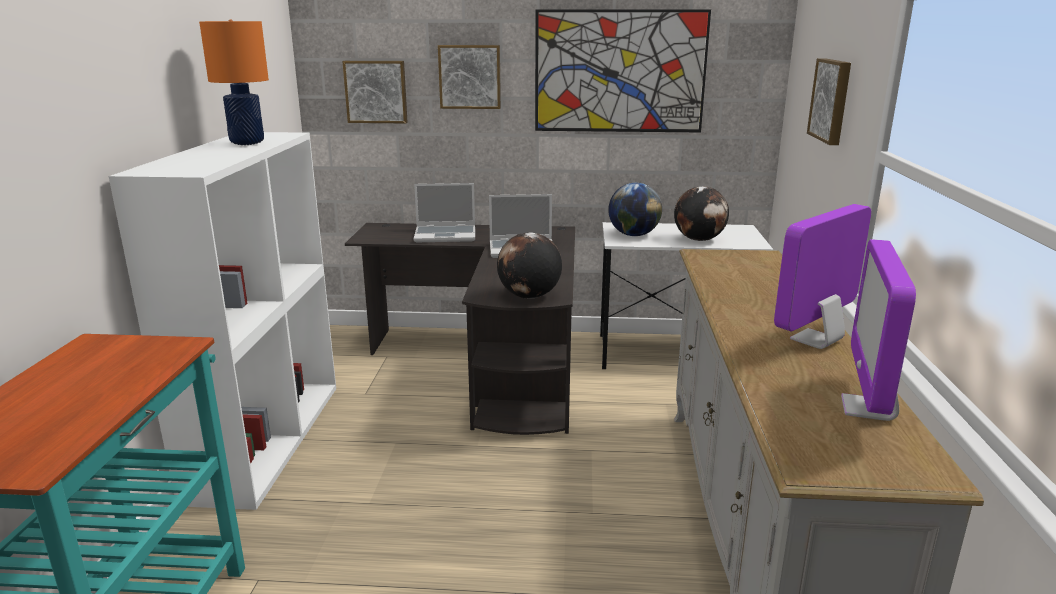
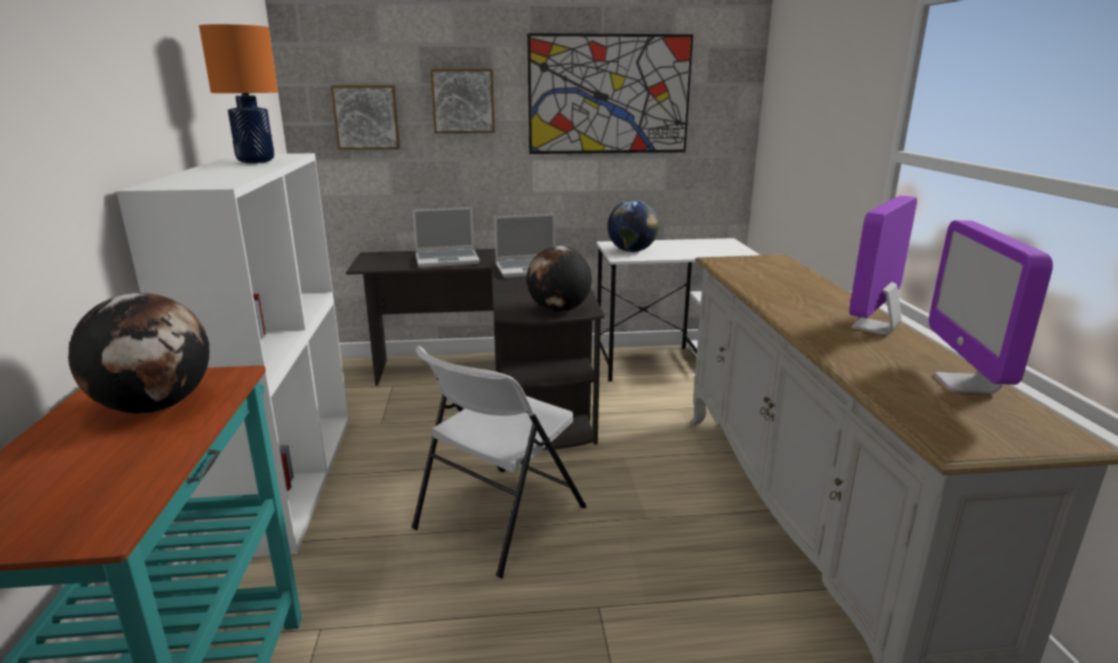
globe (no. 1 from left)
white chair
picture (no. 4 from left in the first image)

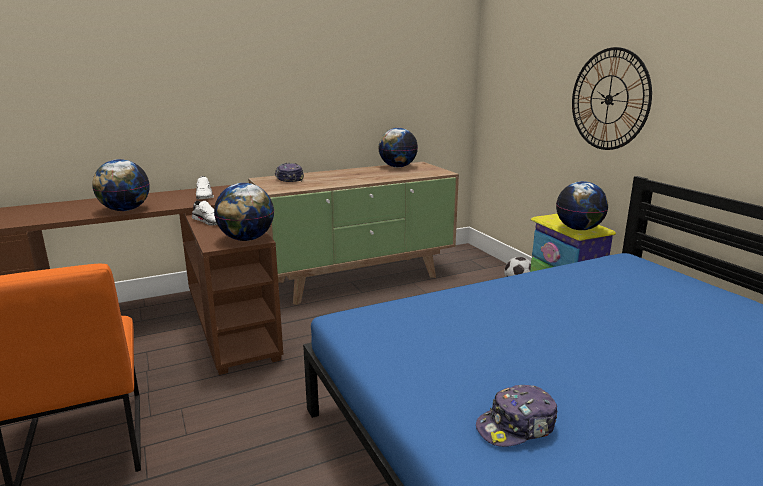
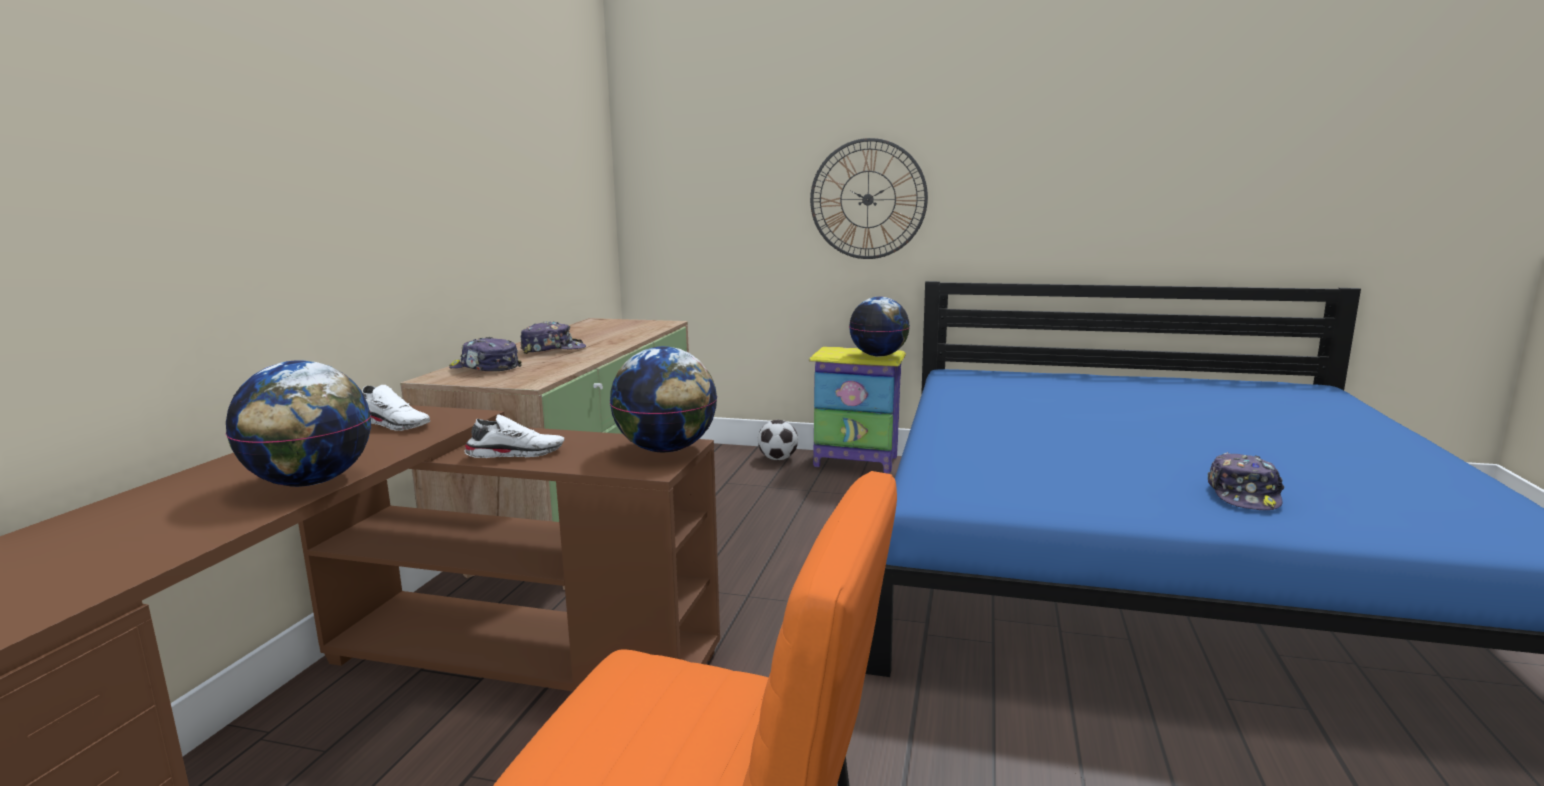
cap (no. 2 from left)
globe (no. 3 from left in the first image)

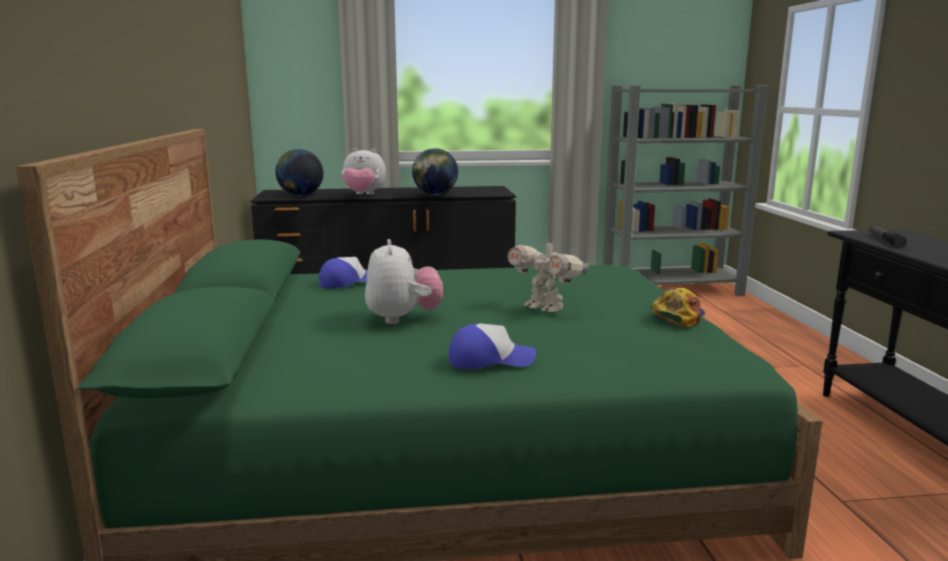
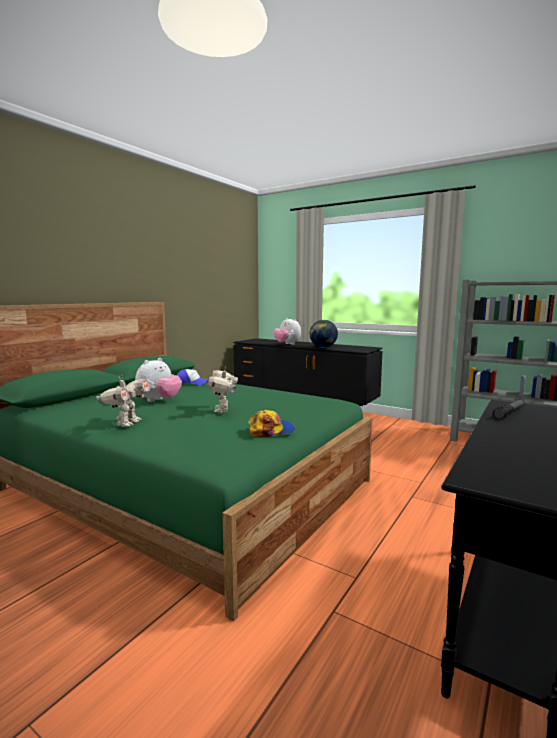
toy robot (no. 1 from left)
globe (no. 1 from left in the first image)

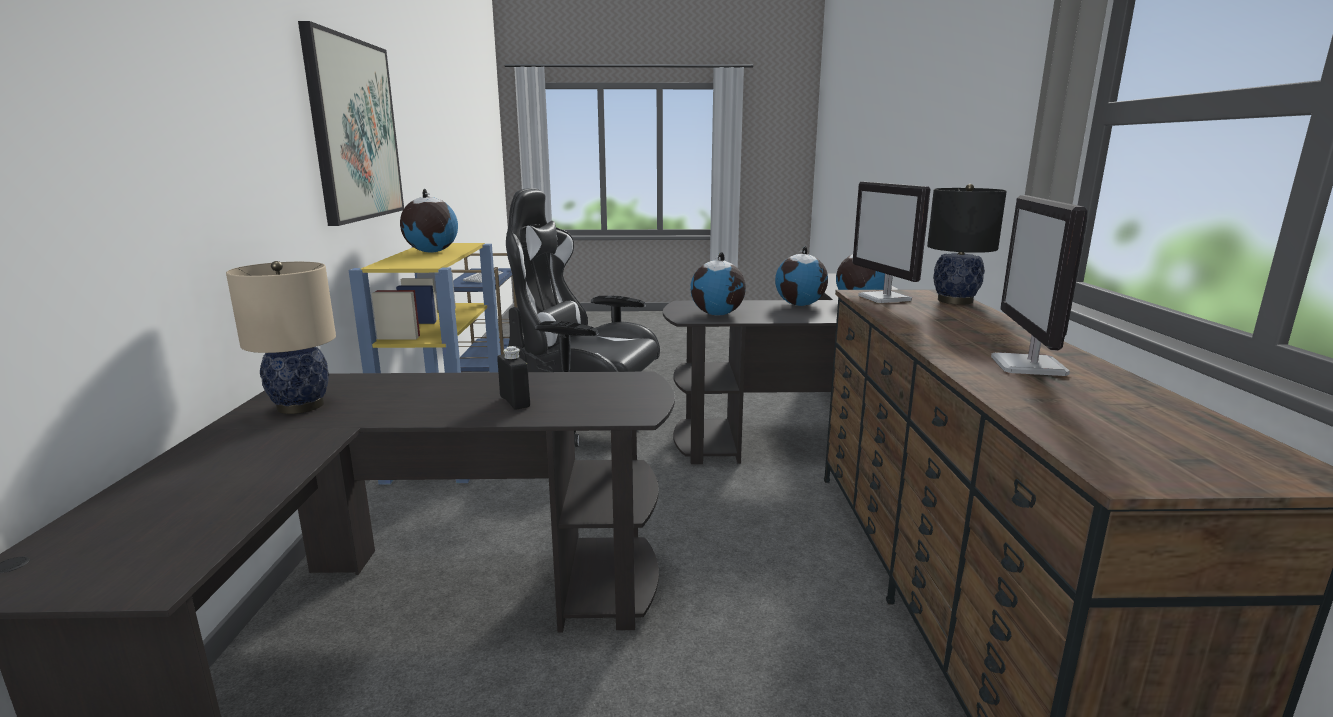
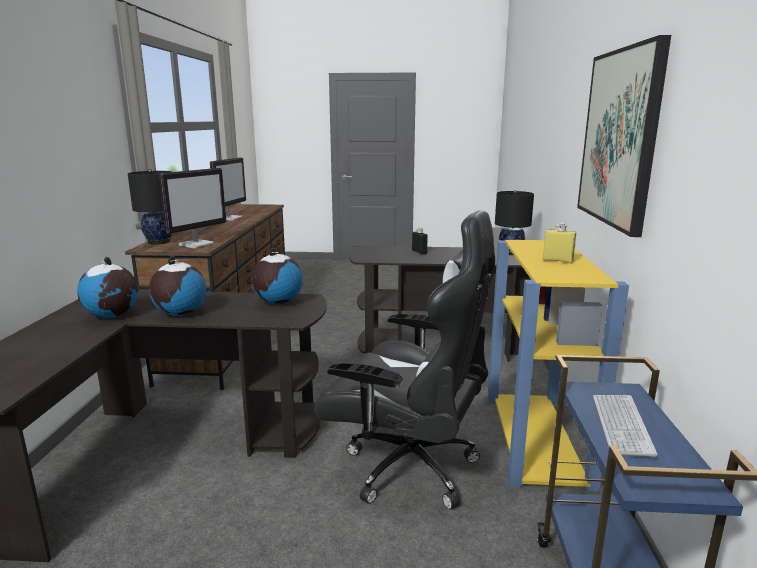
monitor (no. 1 from left)
black table lamp (no. 2 from left)
yellow bottle

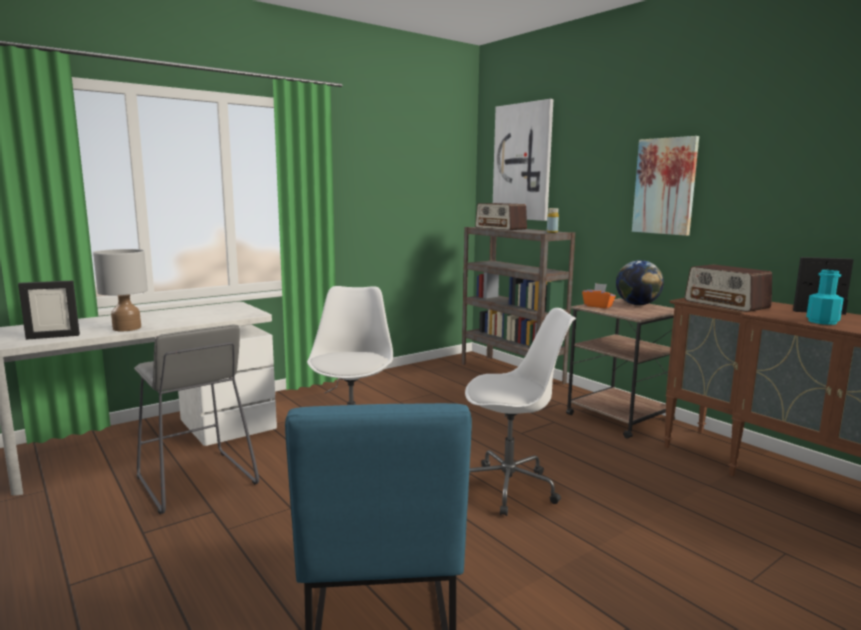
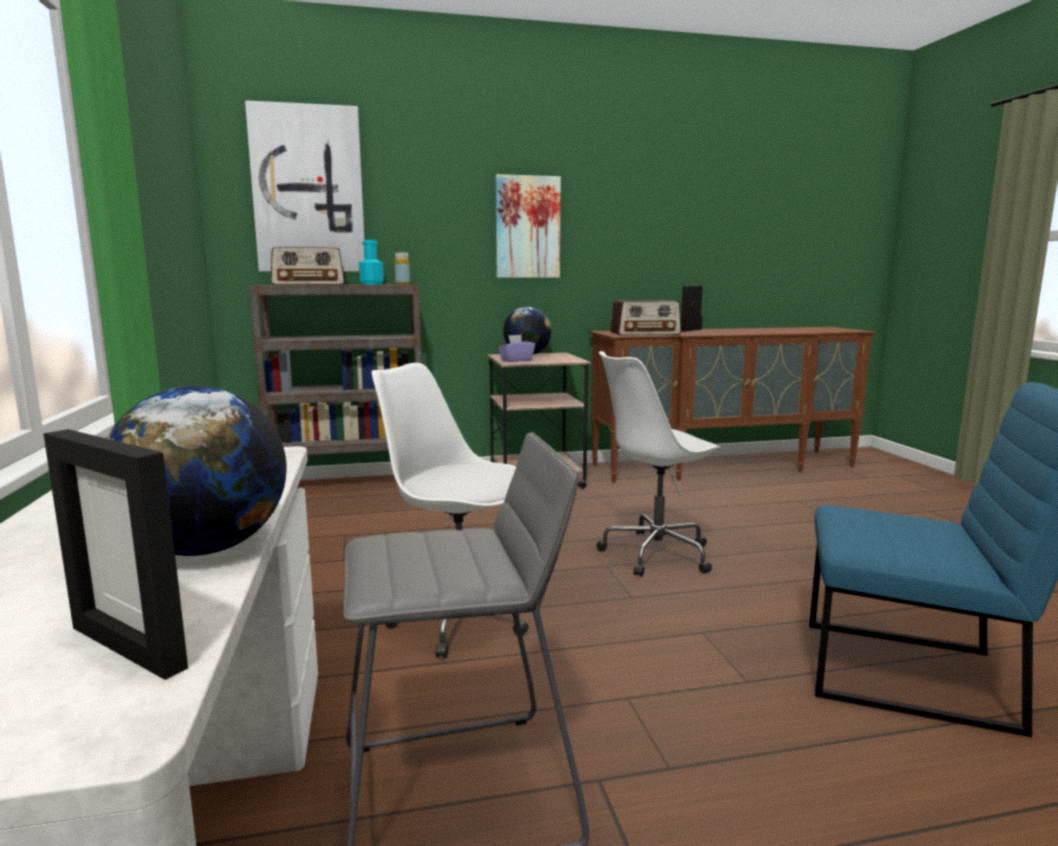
picture frame (no. 1 from left)
globe (no. 1 from left)
turquoise bottle
purple tissue box
white office chair (no. 2 from left)

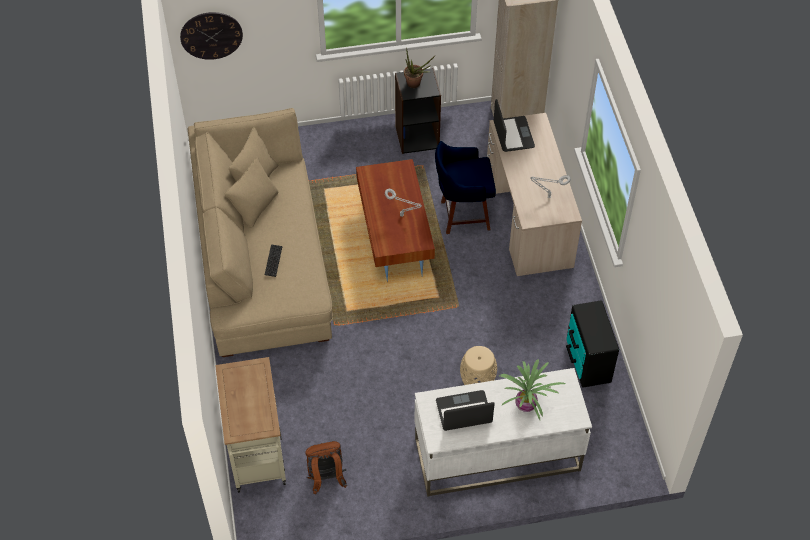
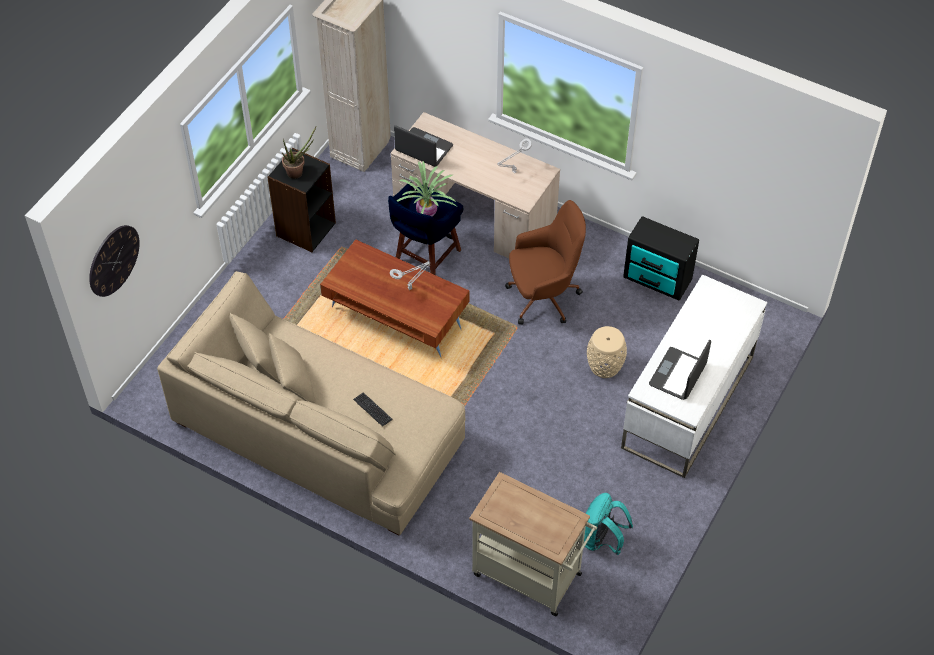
potted plant (no. 2 from left)
brown office chair
turquoise backpack

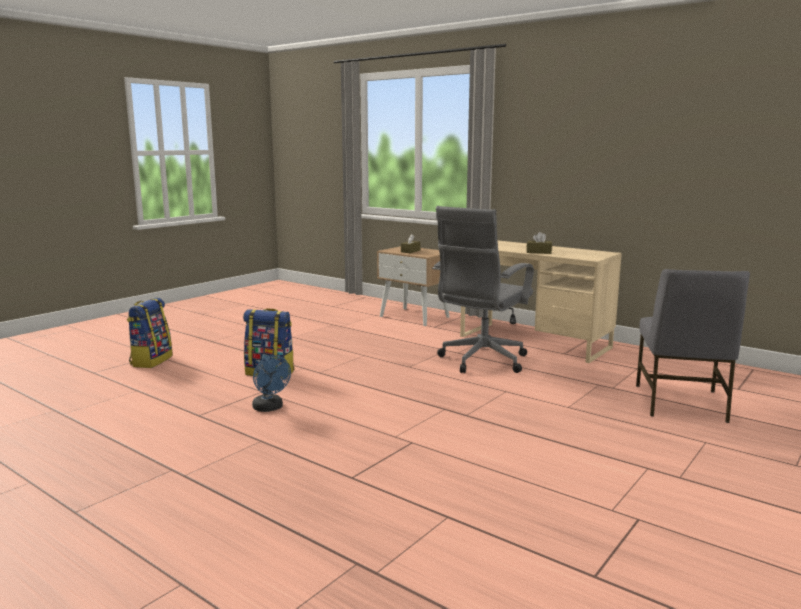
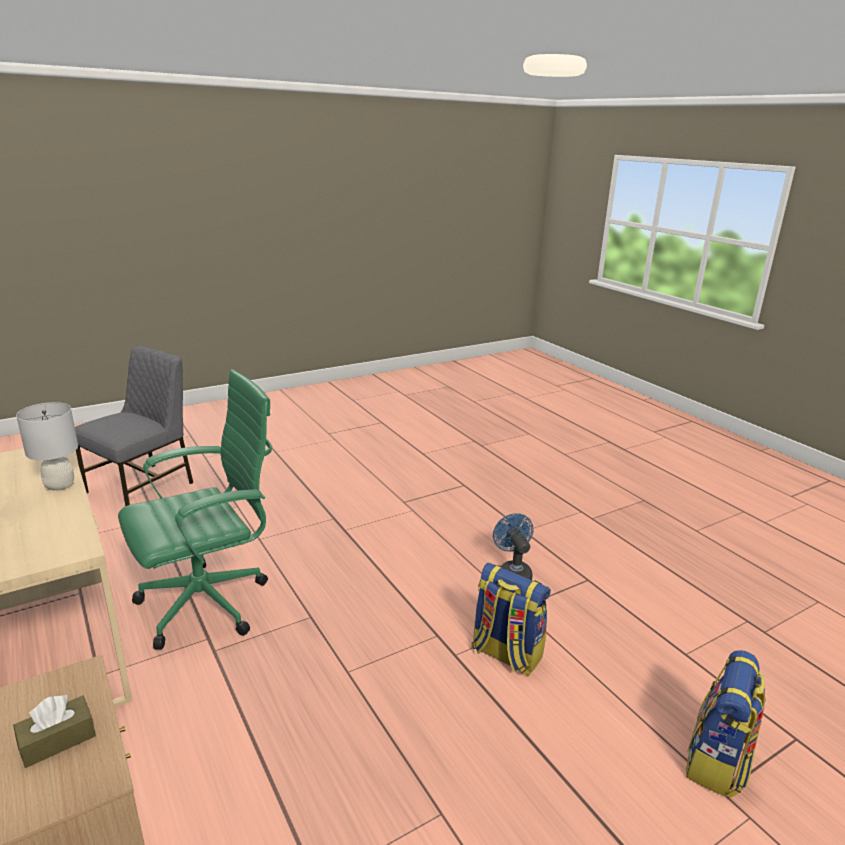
grey table lamp
green office chair

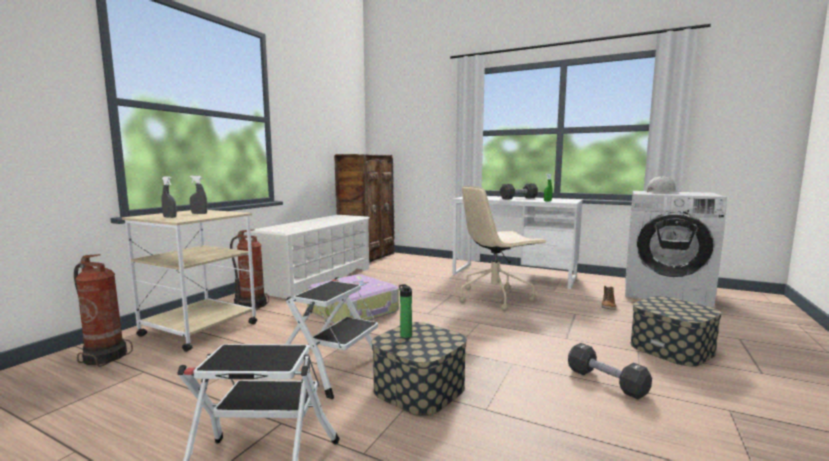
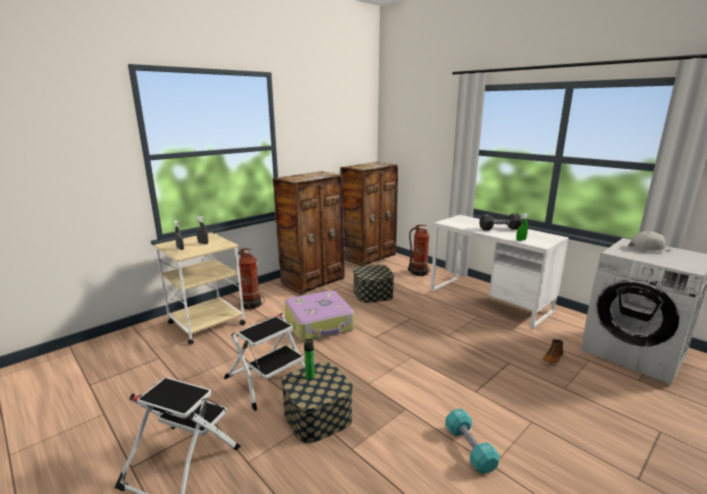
brown cabinet (no. 1 from left)
storage box (no. 2 from left)
fire extinguisher (no. 2 from left)
turquoise dumbbell
beige office chair

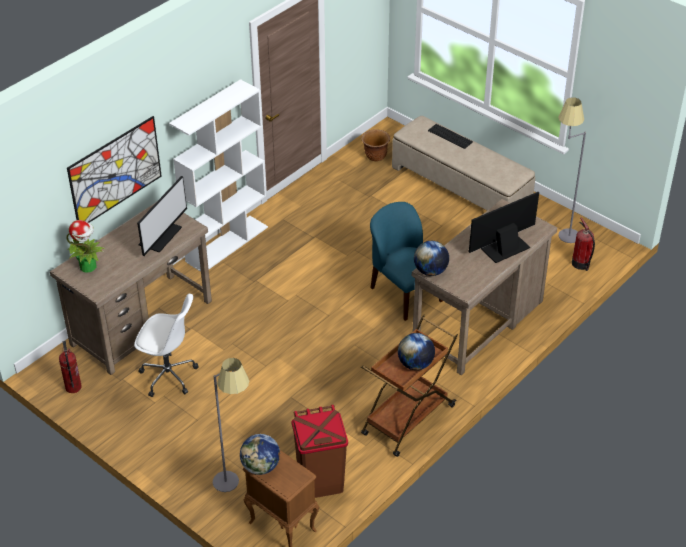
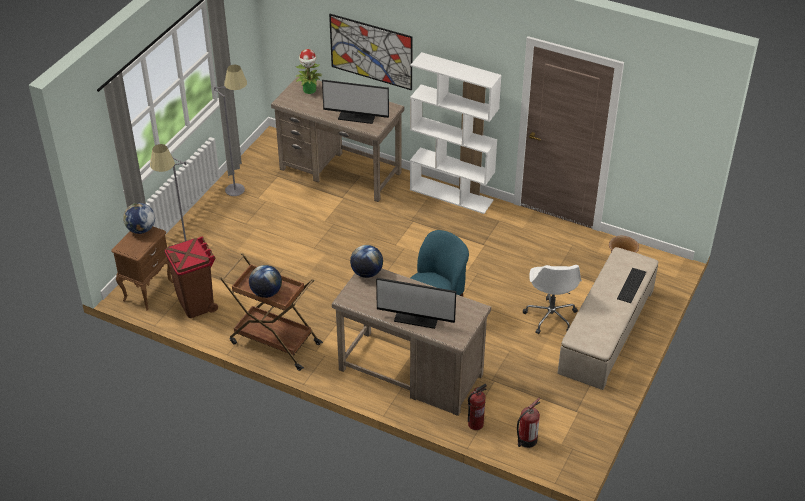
grey floor lamp (no. 2 from left)
monitor (no. 2 from left)
fire extinguisher (no. 1 from left)
white office chair

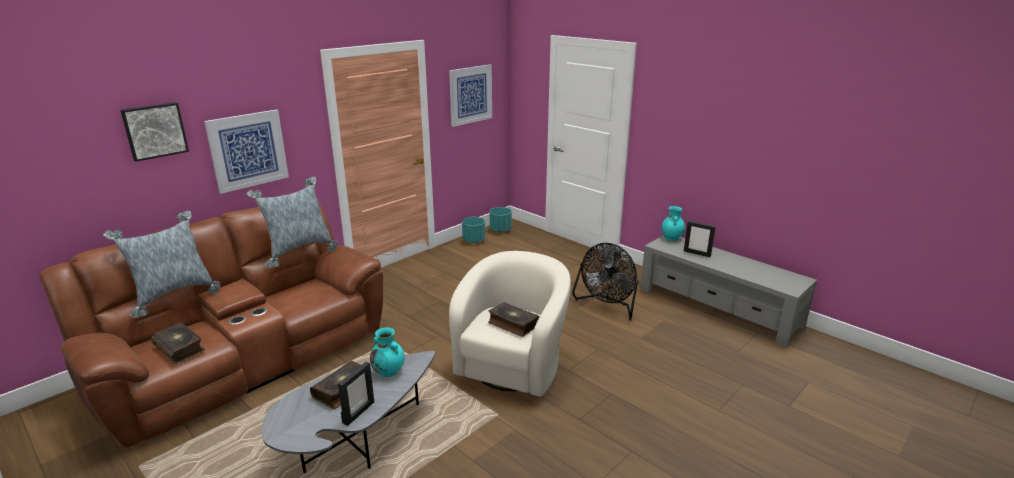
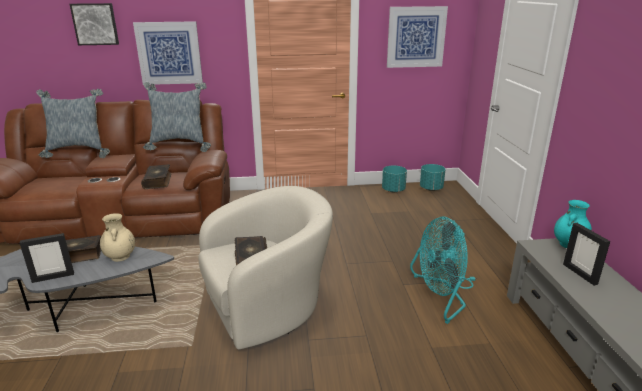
beige vase
book (no. 2 from left)
turquoise fan

